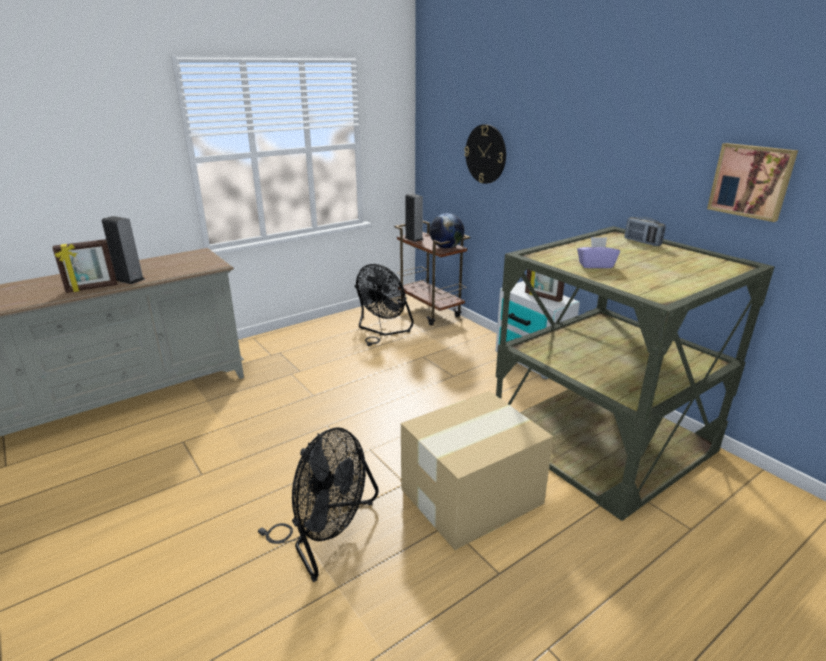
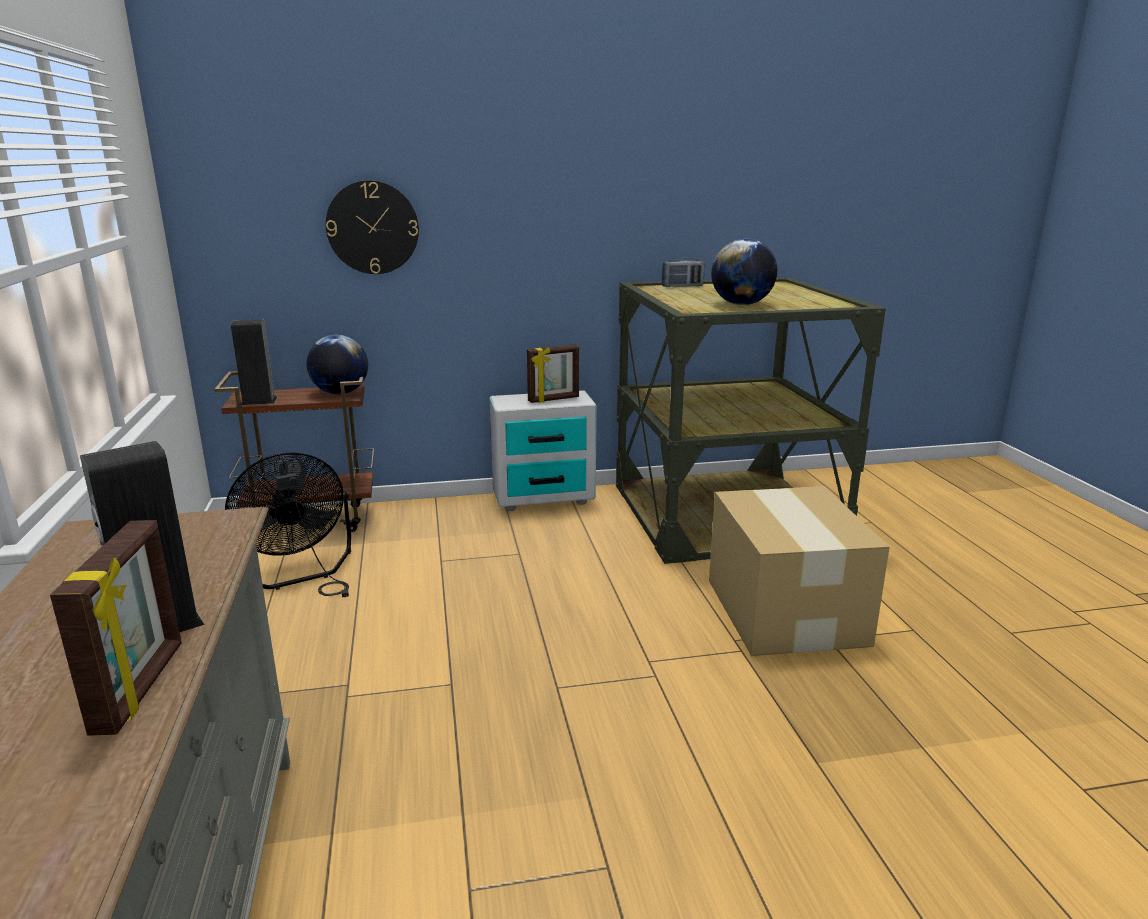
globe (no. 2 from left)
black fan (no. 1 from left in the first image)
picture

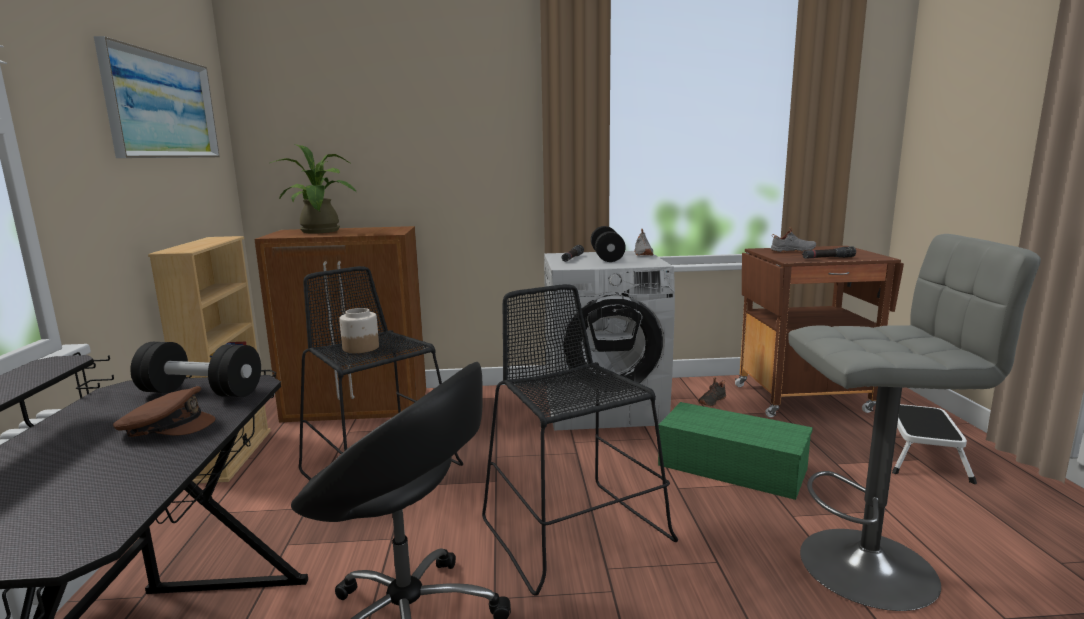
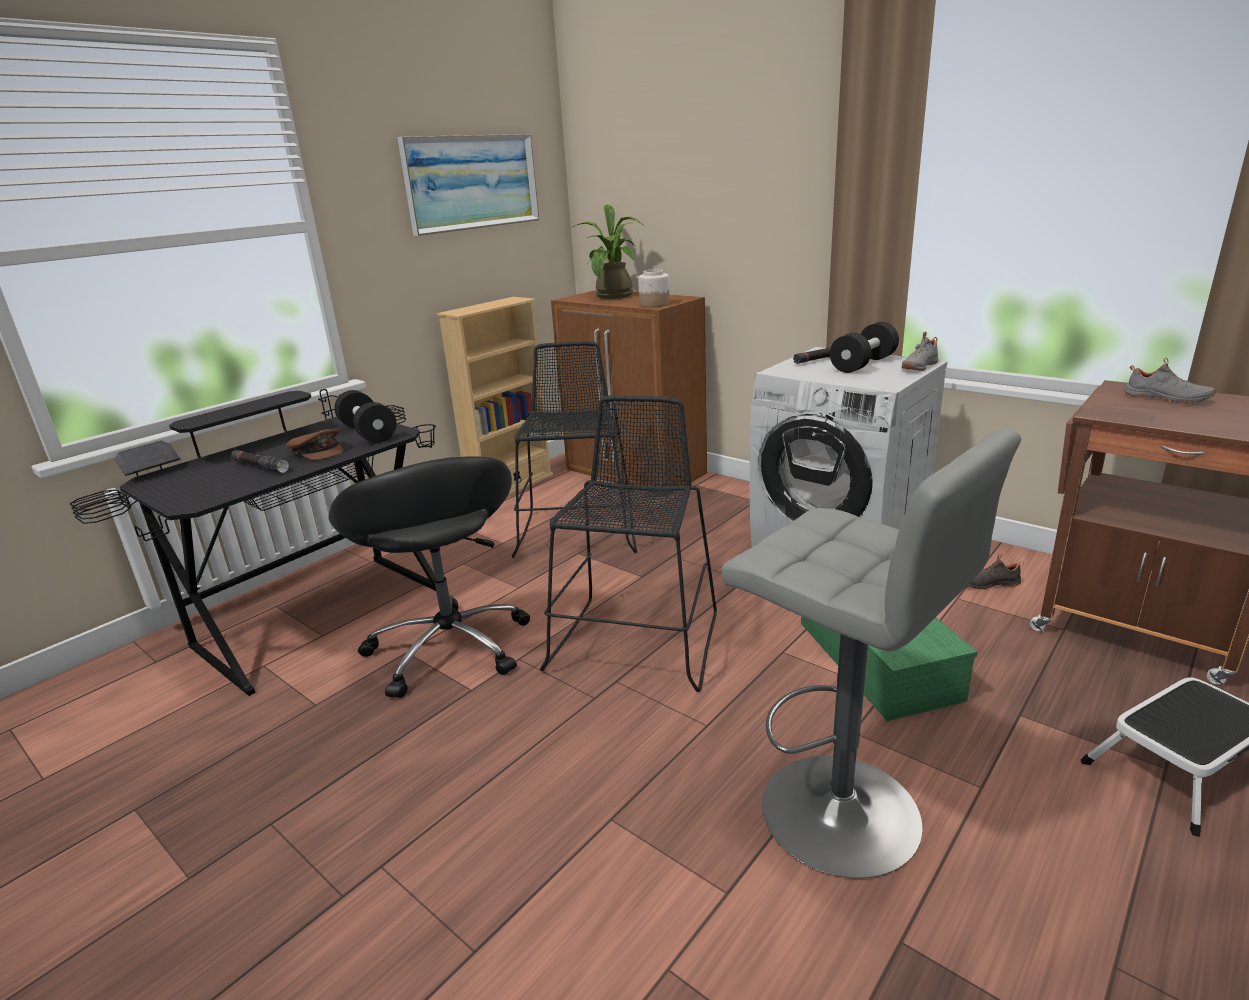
black flashlight (no. 1 from left)
jar

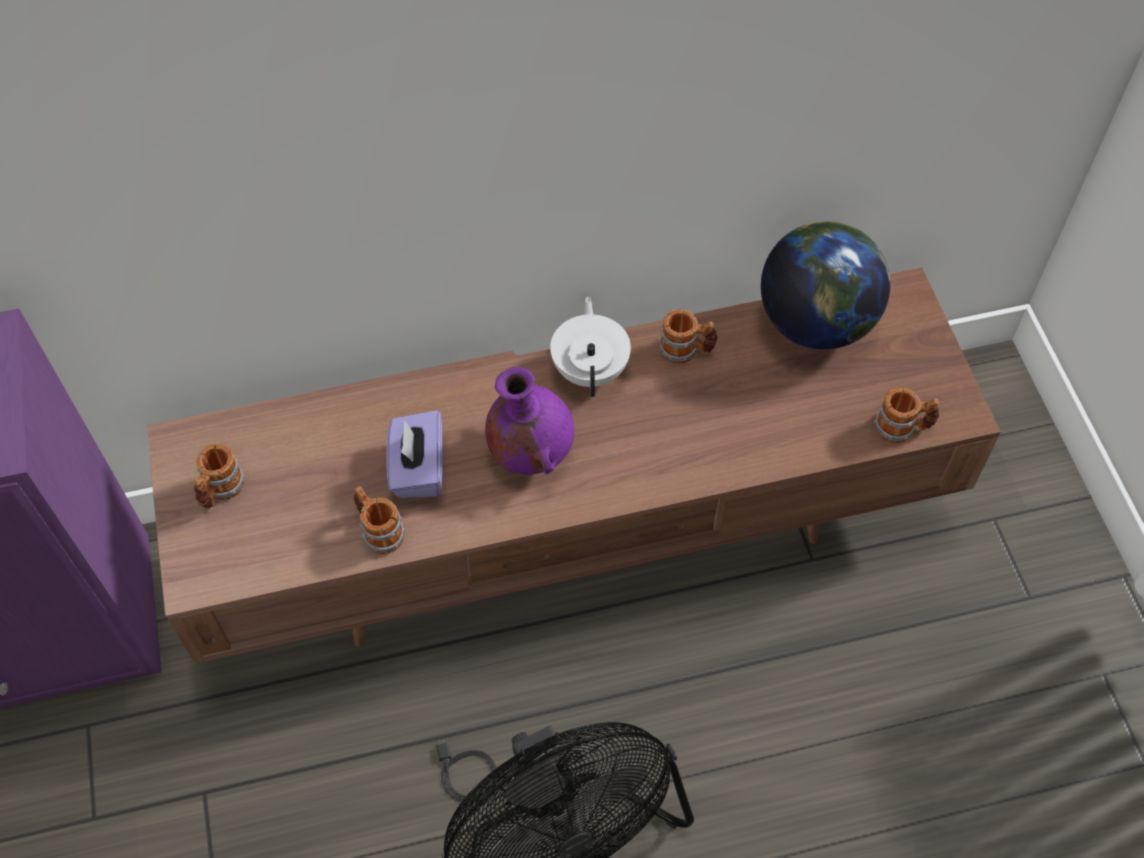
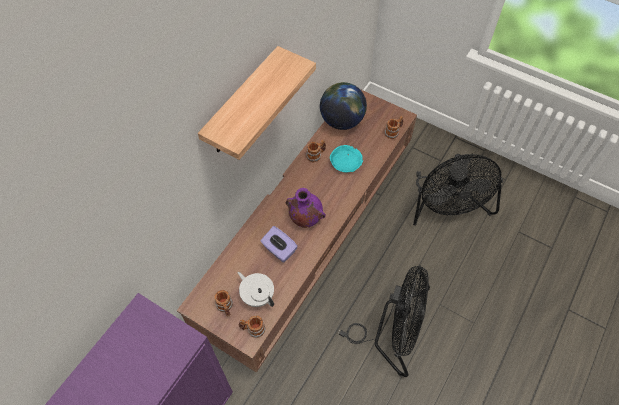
shelf
white teapot
mug (no. 2 from left)
turquoise bowl
black fan (no. 2 from left)

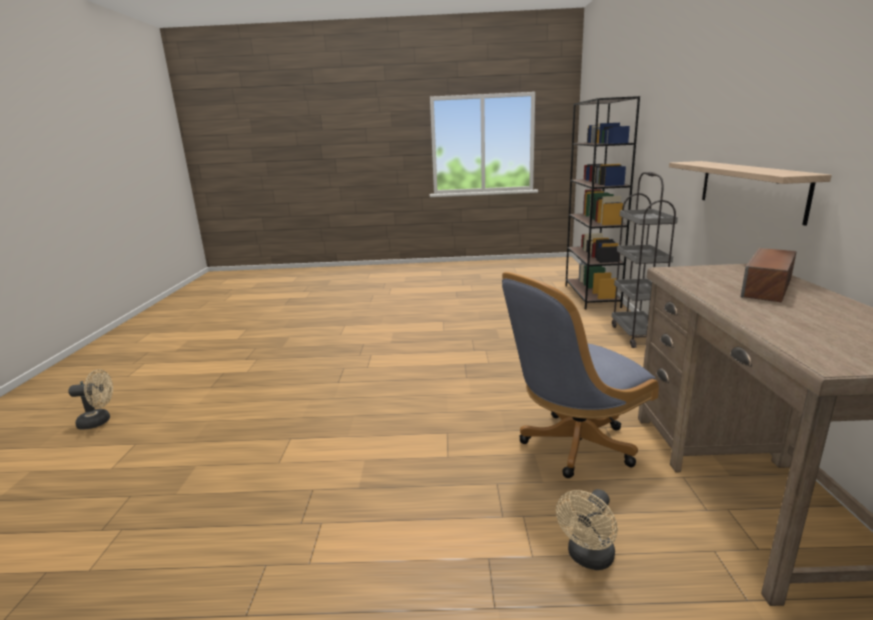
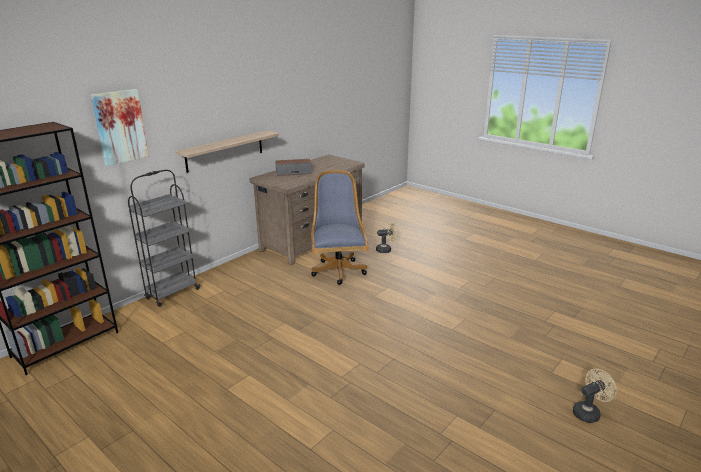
picture
blue office chair
beige fan (no. 2 from left)

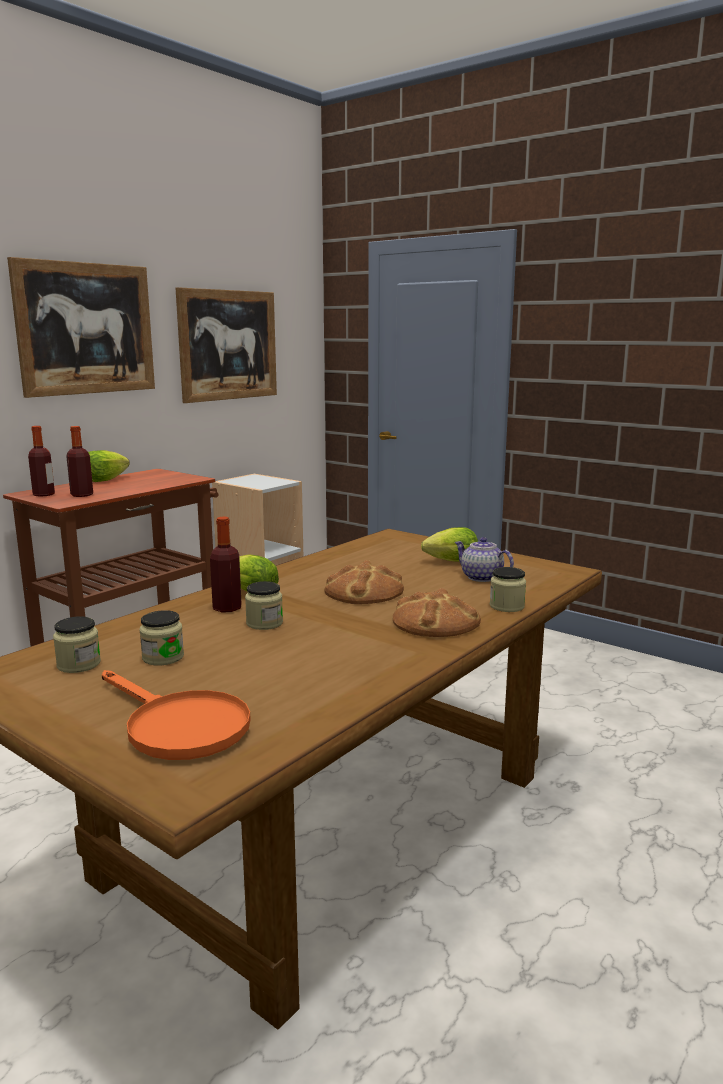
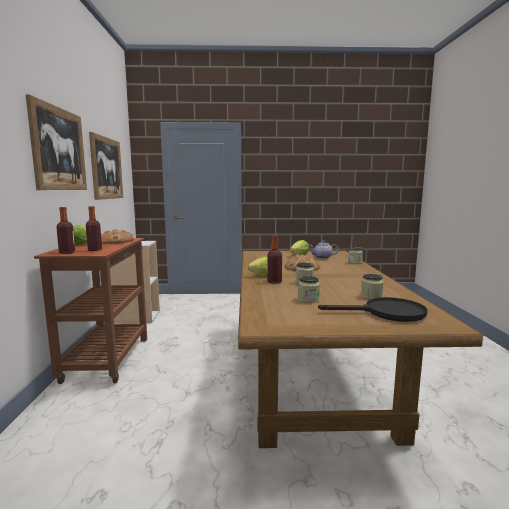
bread (no. 1 from left)
black frying pan
jar (no. 4 from left)

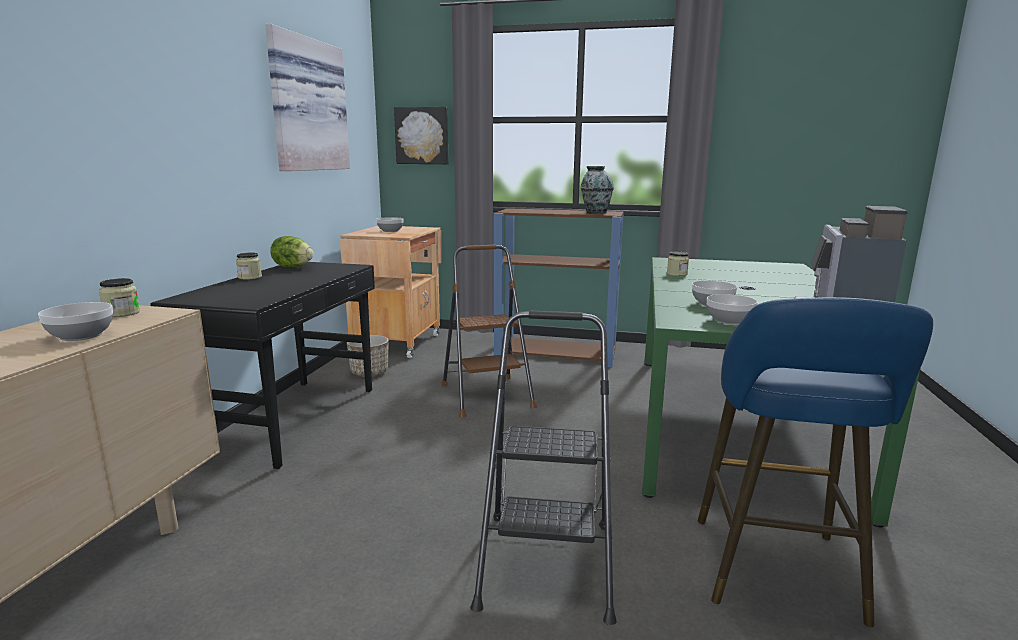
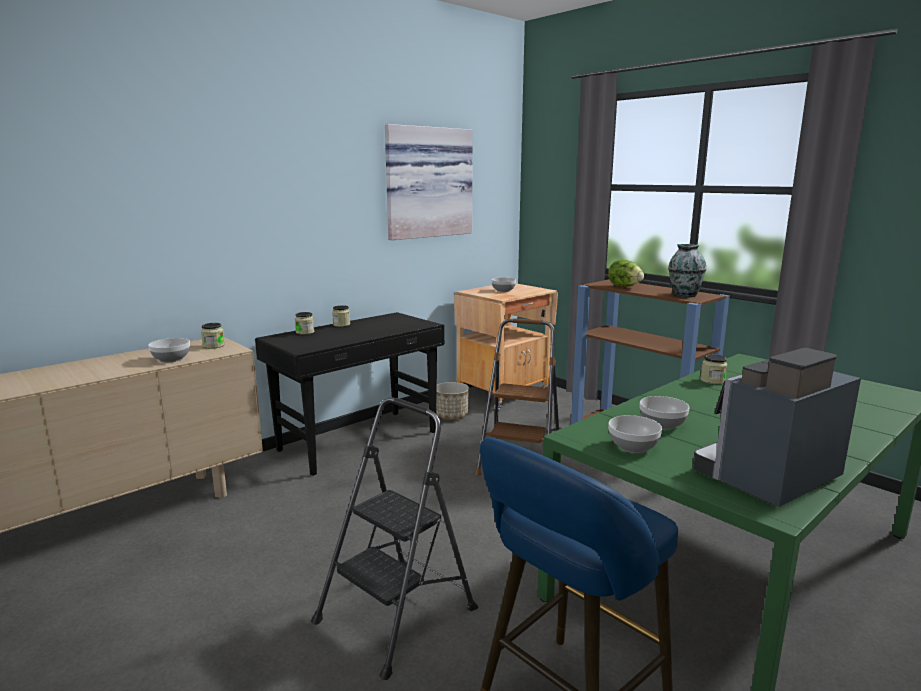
jar (no. 2 from left)
lettuce
picture (no. 2 from left in the first image)

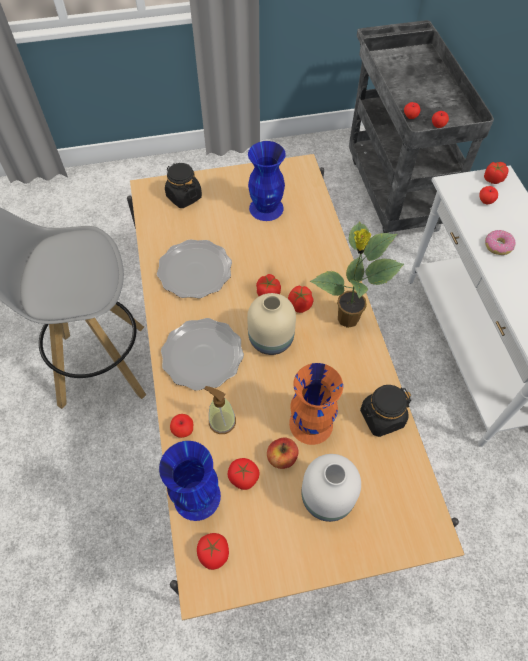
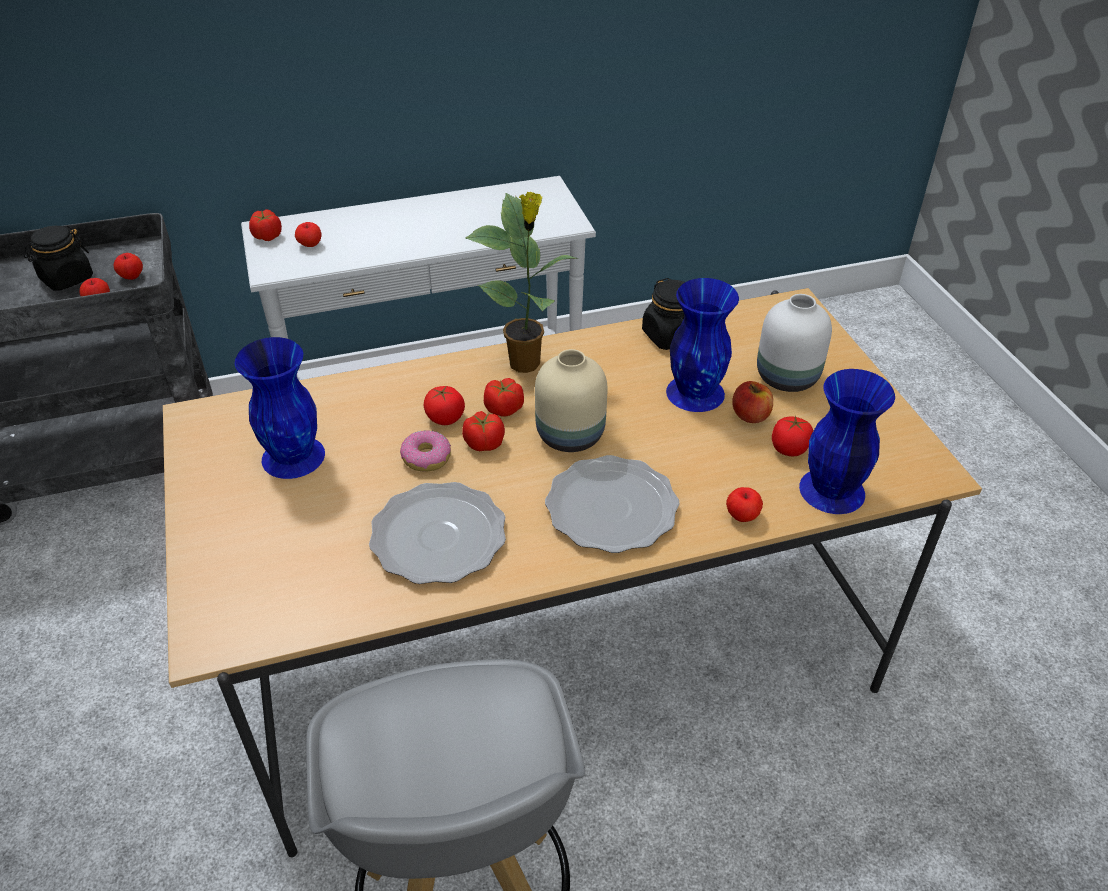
black jar (no. 1 from left)
donut
tomato (no. 2 from left)
blue vase (no. 2 from left)
soap dispenser

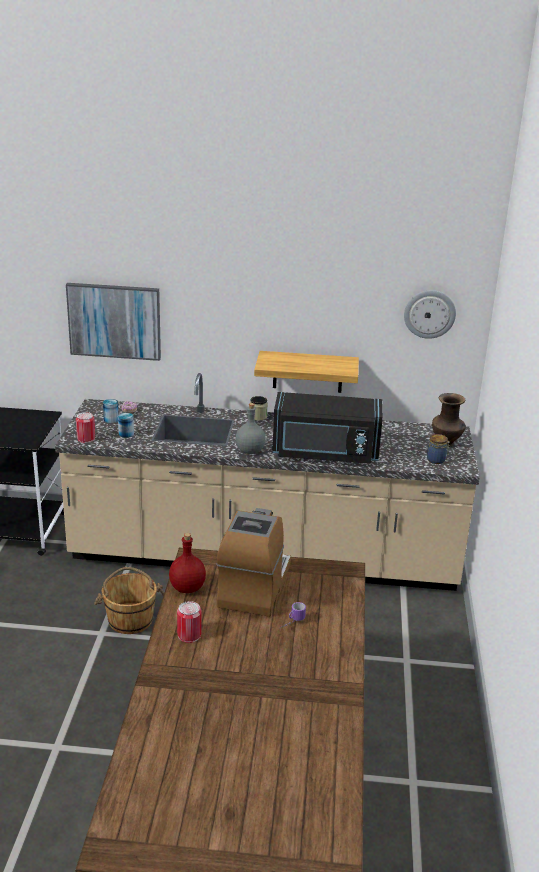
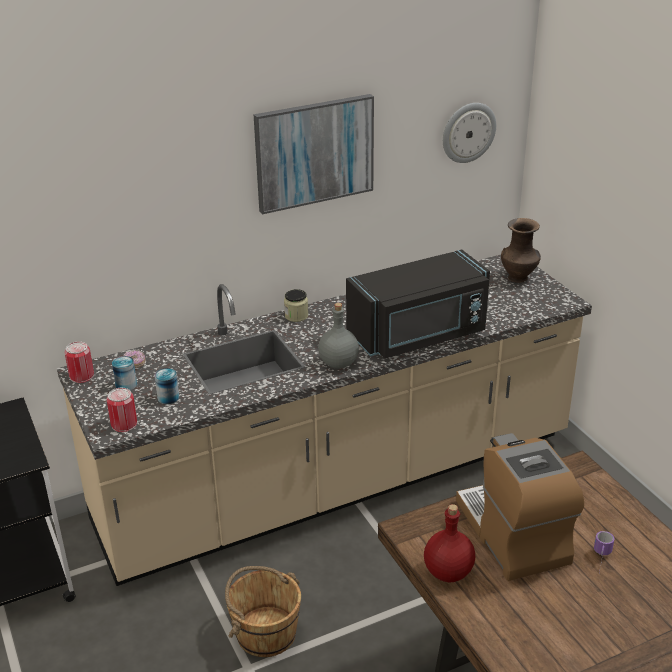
can (no. 1 from left)
picture
shelf
jar (no. 2 from left in the first image)

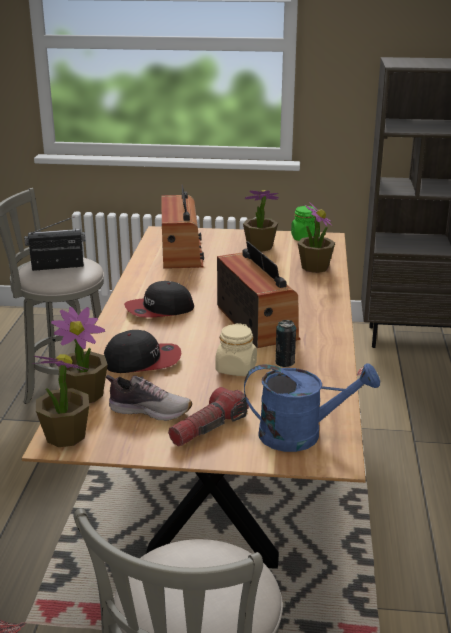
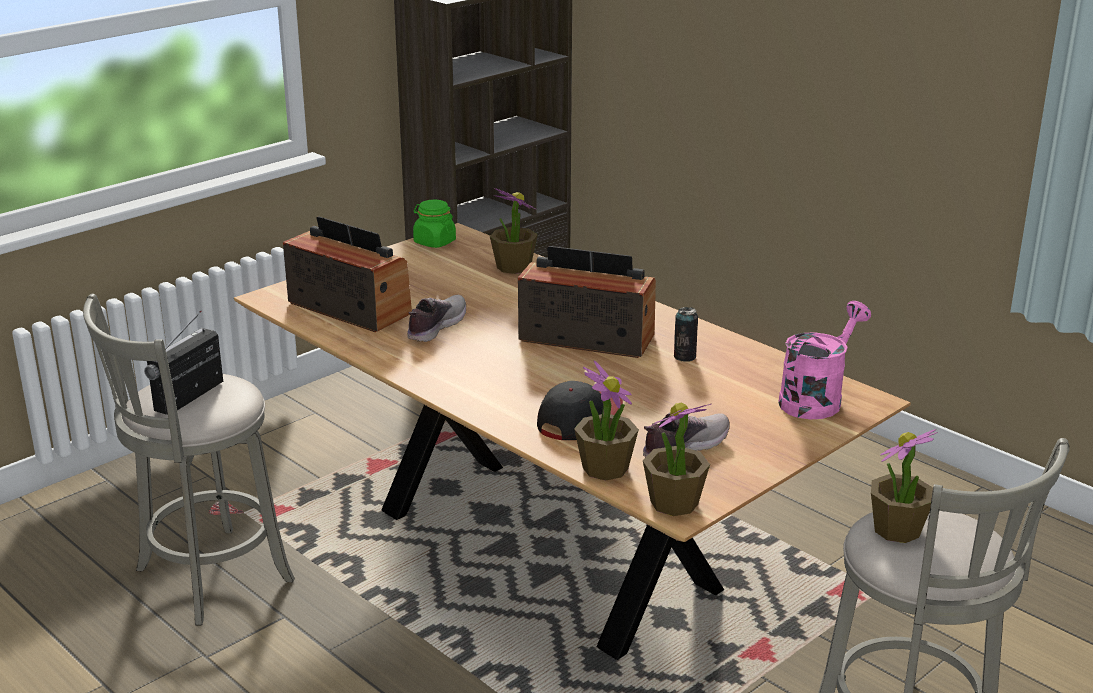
shoe (no. 1 from left)
pink watering can
potted plant (no. 4 from left)
cap (no. 2 from left in the first image)
flashlight
beige jar

